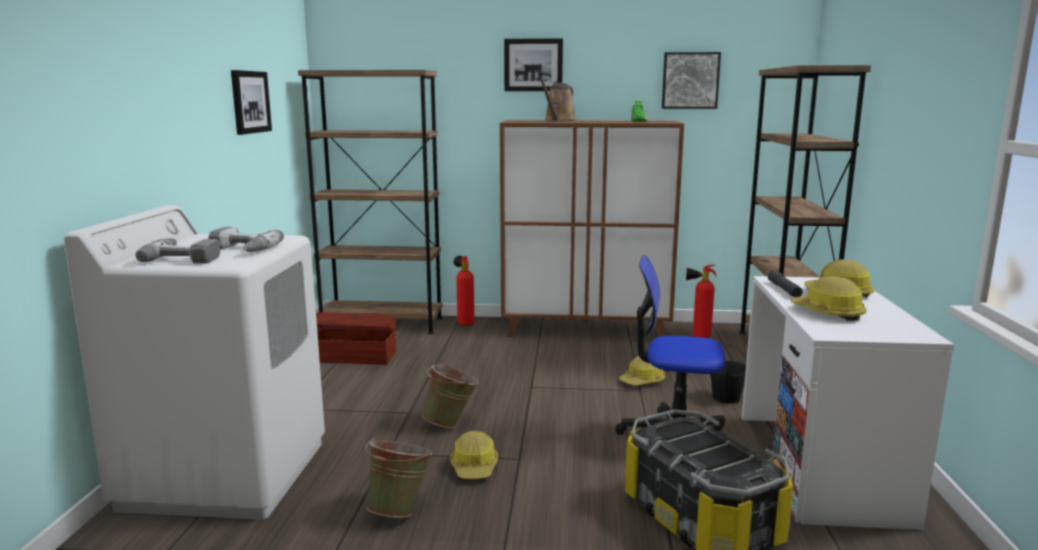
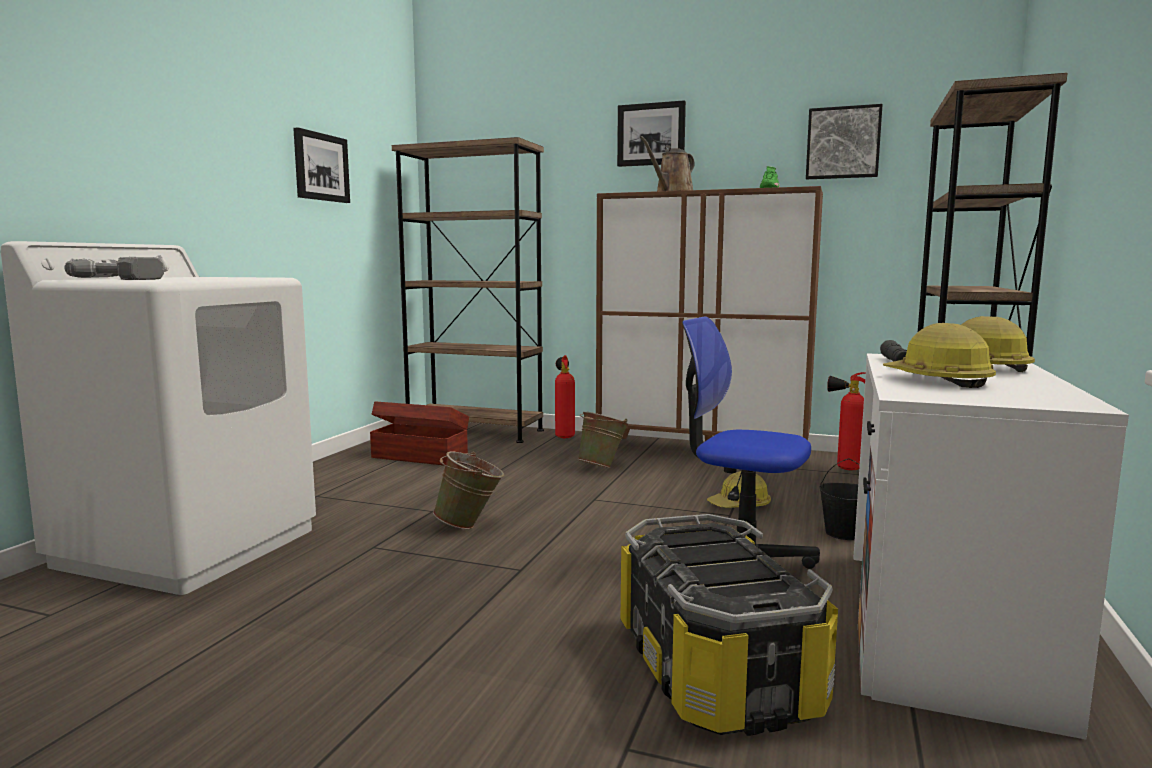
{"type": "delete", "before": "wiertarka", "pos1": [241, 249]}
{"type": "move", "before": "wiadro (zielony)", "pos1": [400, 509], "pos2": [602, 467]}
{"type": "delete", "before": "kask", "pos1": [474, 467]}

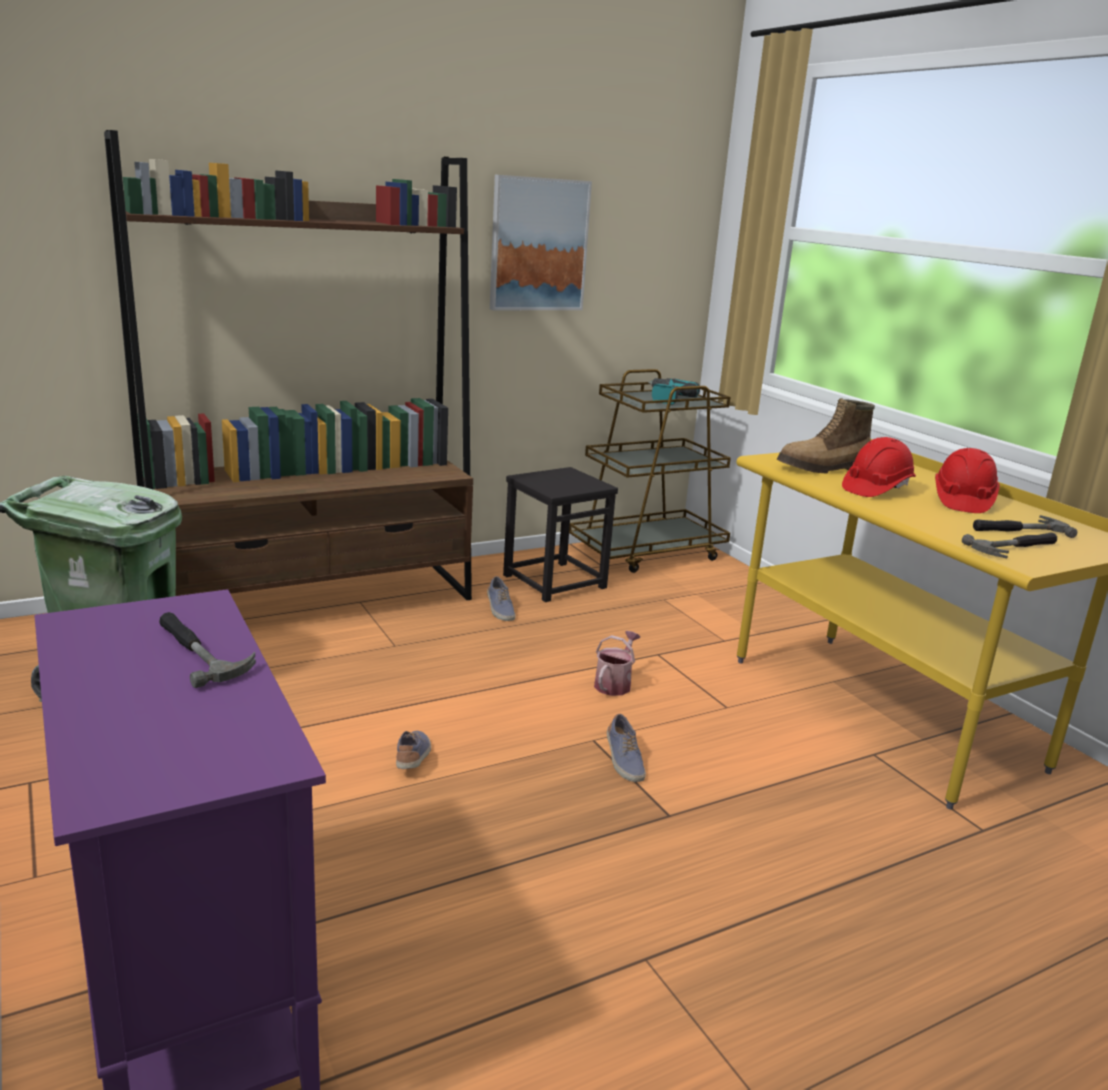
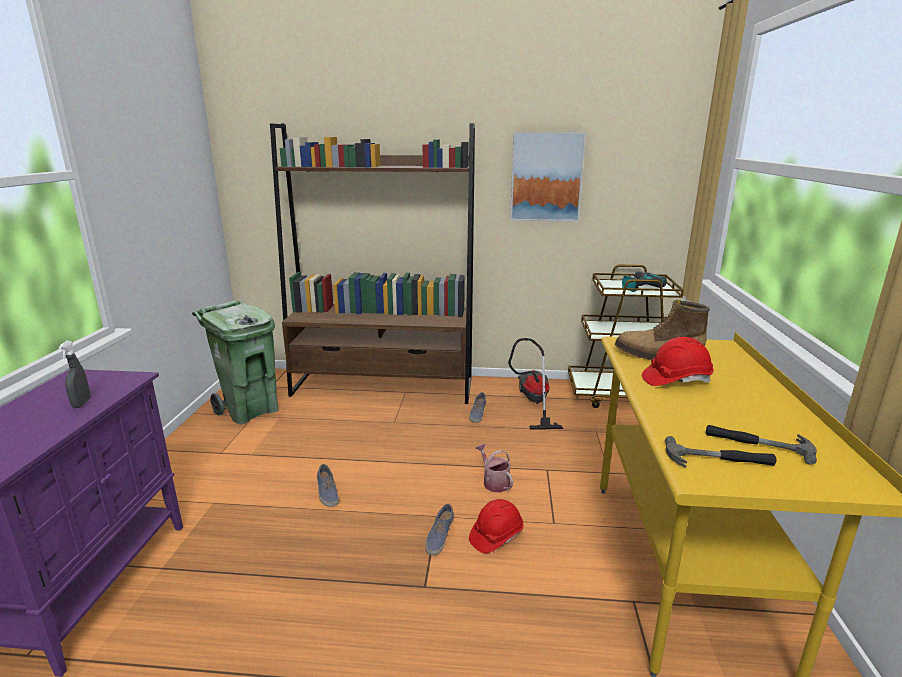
{"type": "replace", "before": "młotek", "after": "spryskiwacz (szary)", "pos1": [199, 652], "pos2": [81, 403]}
{"type": "rotate", "before": "but", "pos1": [413, 758], "pos2": [327, 493], "turn": 120}
{"type": "replace", "before": "stołek (czarny)", "after": "odkurzacz", "pos1": [554, 581], "pos2": [533, 402]}
{"type": "rotate", "before": "konewka", "pos1": [614, 683], "pos2": [494, 482], "turn": -90}
{"type": "move", "before": "kask (czerwony)", "pos1": [962, 501], "pos2": [496, 536]}

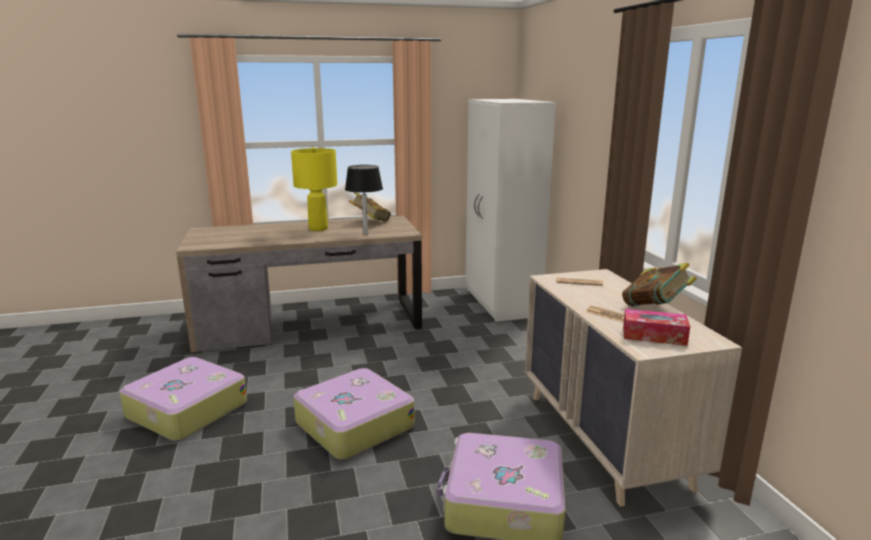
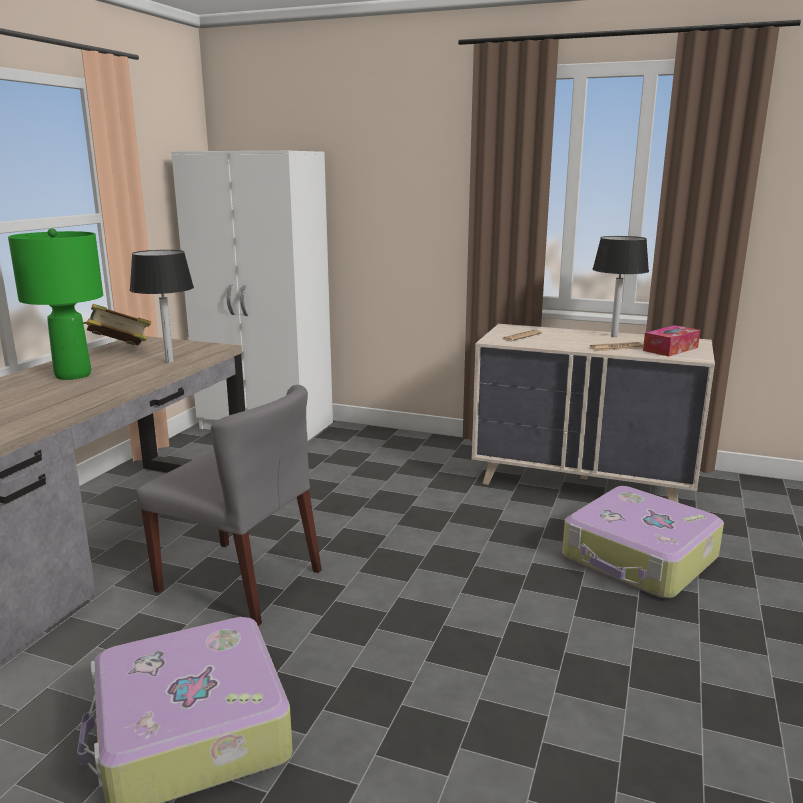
{"type": "recolor", "before": "lampa stołowa (żółty)", "after": "lampa stołowa (zielony)", "pos1": [318, 229], "pos2": [73, 375]}
{"type": "delete", "before": "walizka", "pos1": [353, 425]}
{"type": "replace", "before": "książka", "after": "lampa stołowa (czarny)", "pos1": [655, 308], "pos2": [614, 336]}
{"type": "insert", "after": "krzesło (szary)", "pos2": [241, 581]}

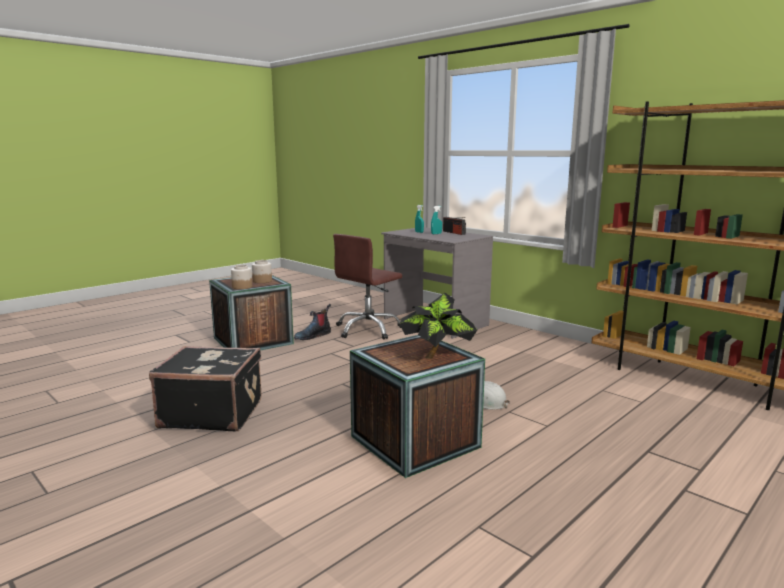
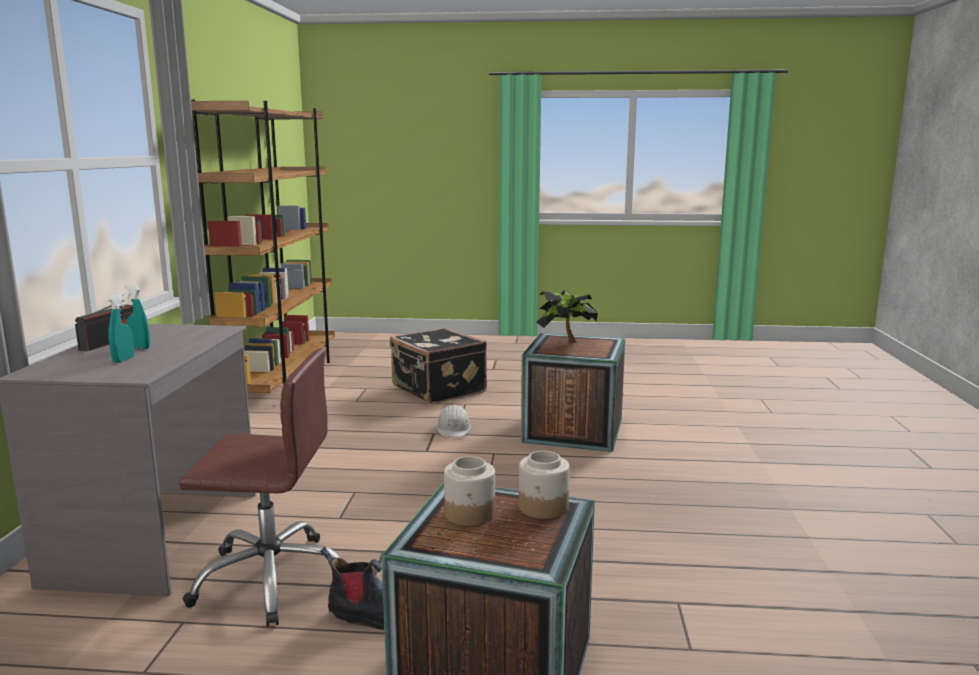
{"type": "move", "before": "walizka (czarny)", "pos1": [212, 413], "pos2": [437, 390]}

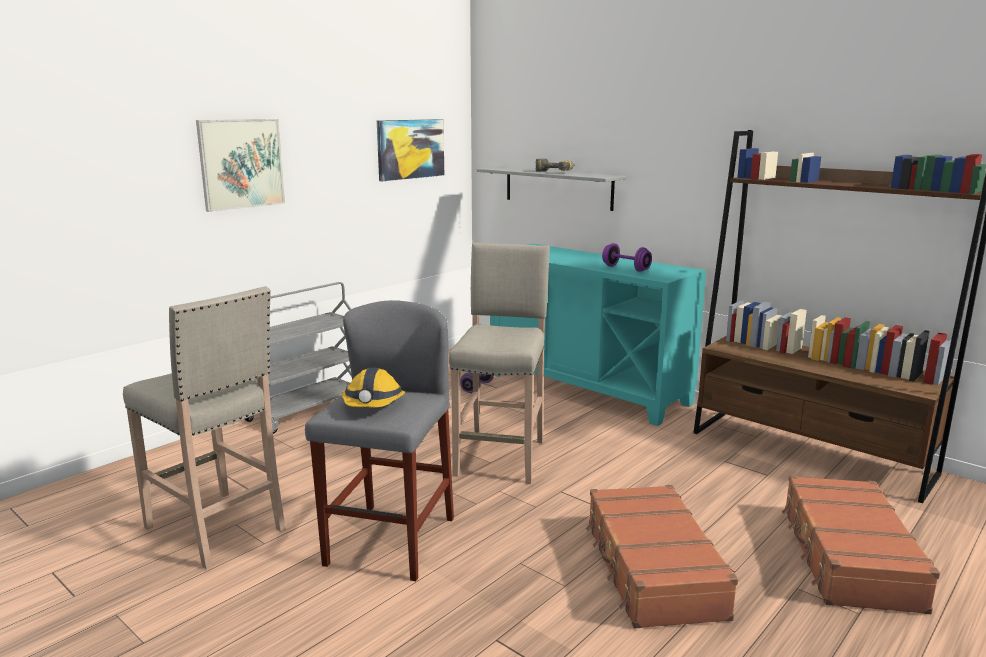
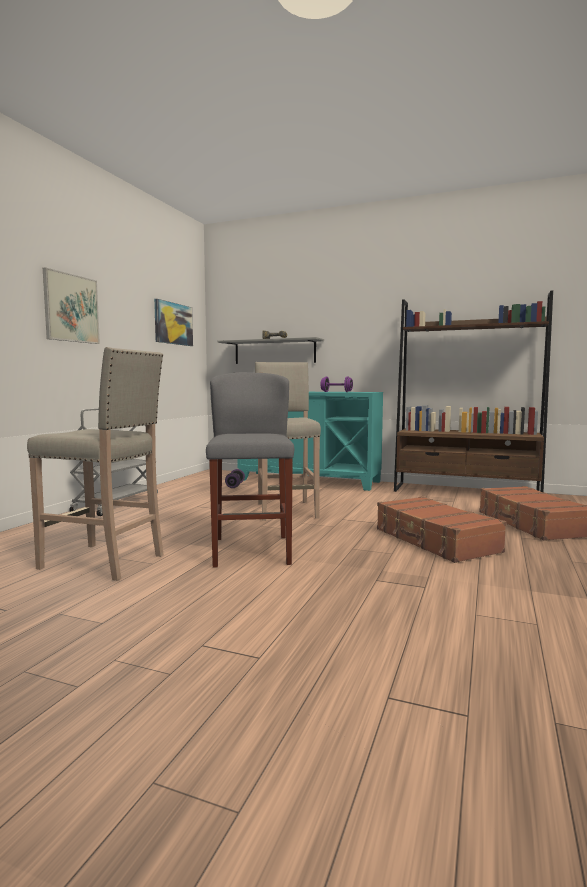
{"type": "delete", "before": "kask", "pos1": [373, 404]}

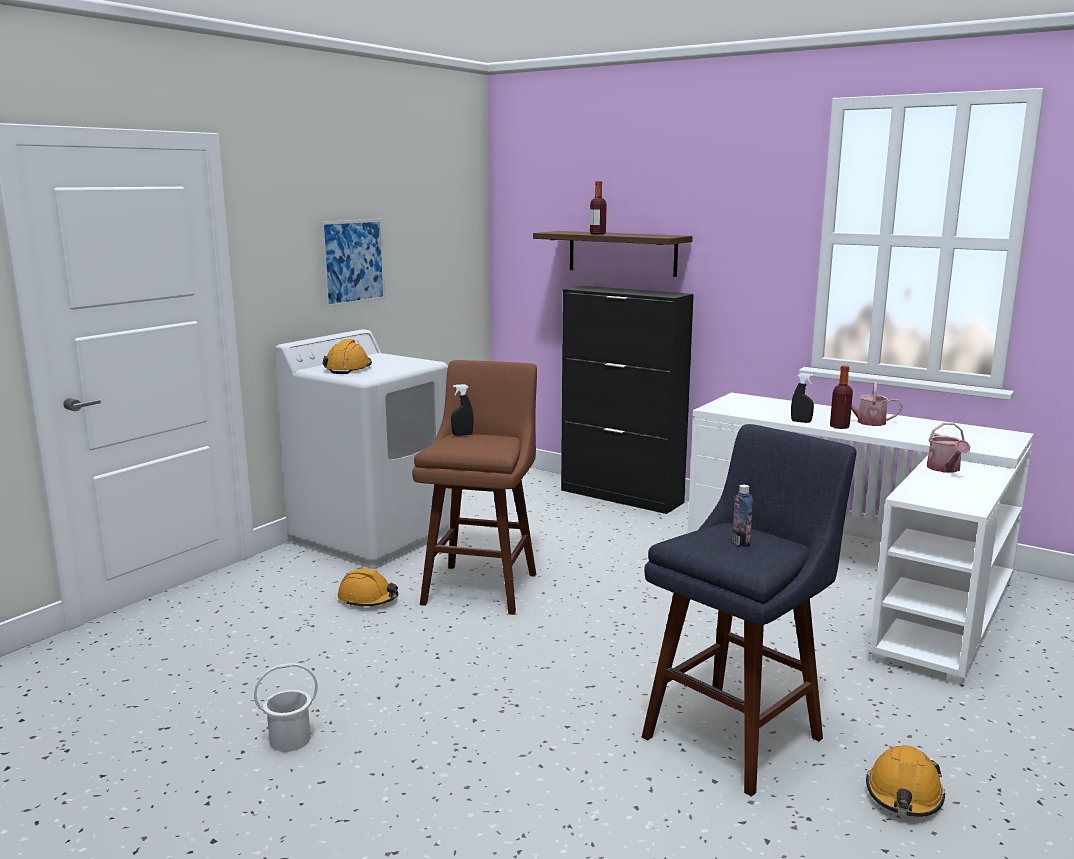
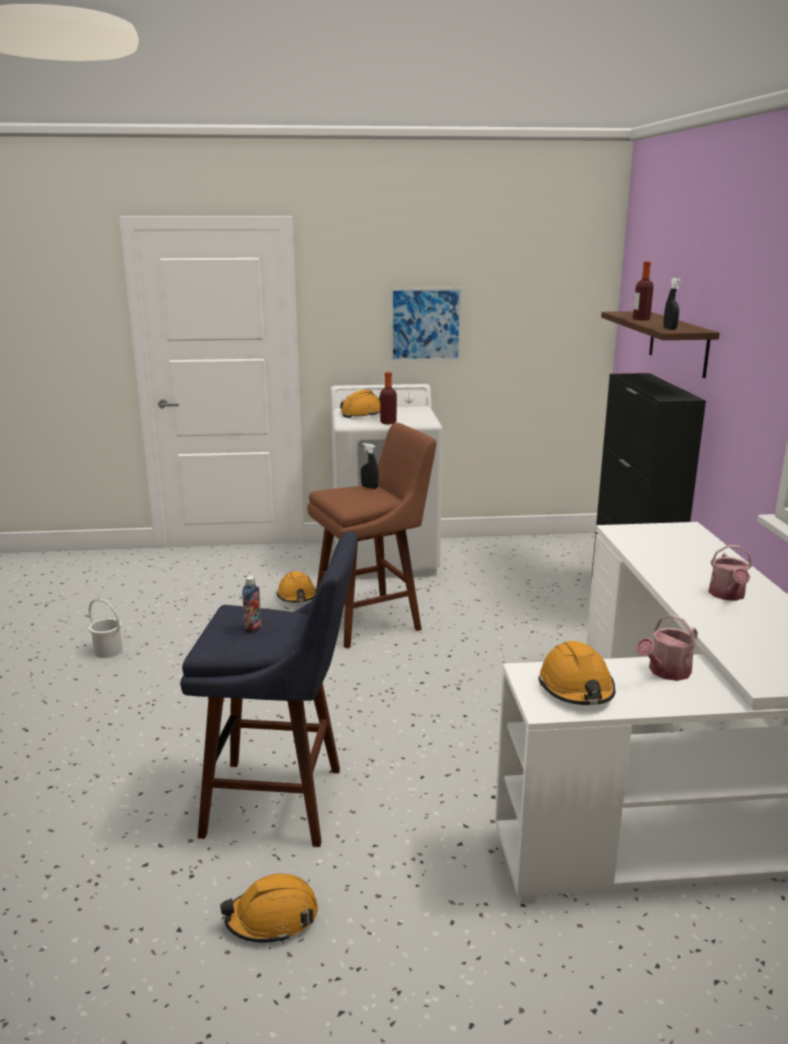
{"type": "move", "before": "spryskiwacz (czarny)", "pos1": [801, 421], "pos2": [669, 329]}
{"type": "move", "before": "butelka", "pos1": [839, 426], "pos2": [388, 423]}
{"type": "rotate", "before": "konewka", "pos1": [866, 422], "pos2": [728, 595], "turn": -150}
{"type": "insert", "after": "kask (pomarańczowy)", "pos2": [576, 688]}

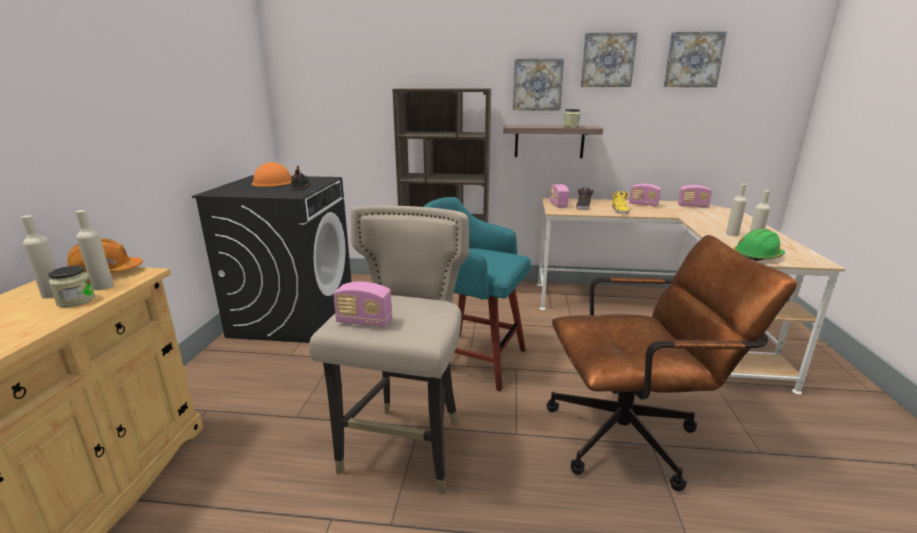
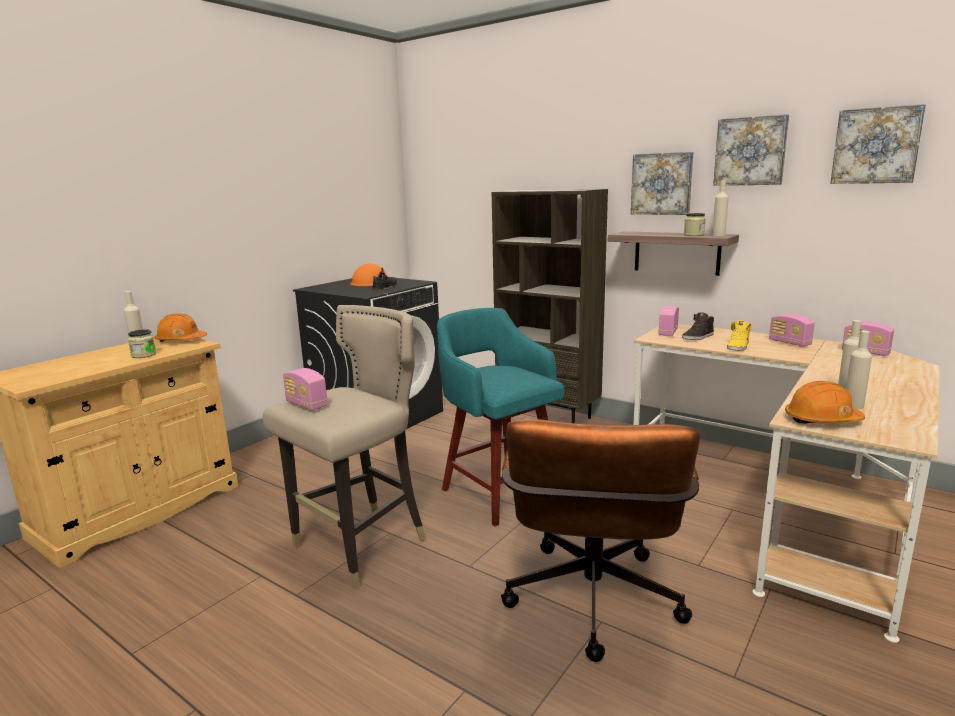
{"type": "move", "before": "butelka (beżowy)", "pos1": [103, 286], "pos2": [718, 235]}
{"type": "rotate", "before": "krzesło biurowe (brązowy)", "pos1": [635, 435], "pos2": [592, 608], "turn": 75}
{"type": "recolor", "before": "kask (zielony)", "after": "kask (pomarańczowy)", "pos1": [757, 257], "pos2": [822, 420]}

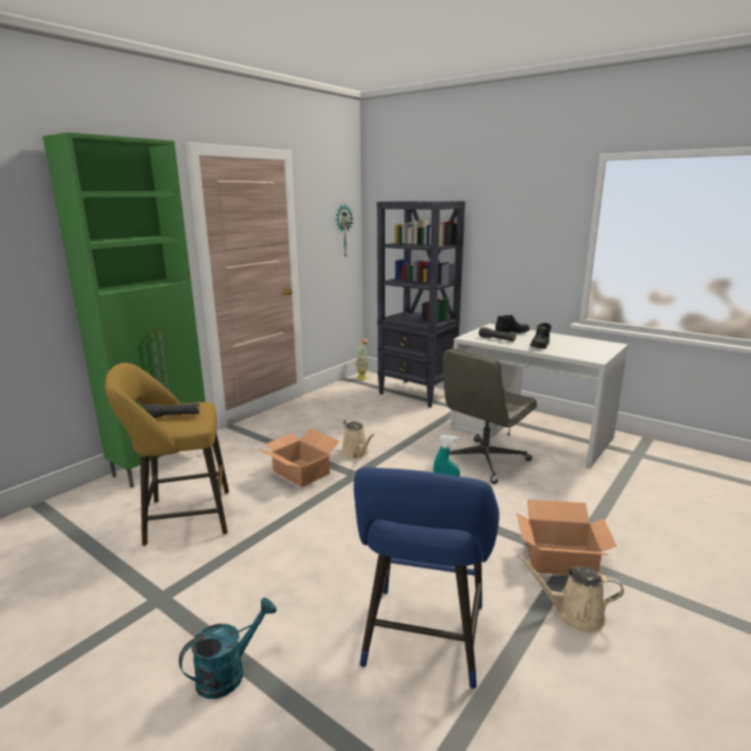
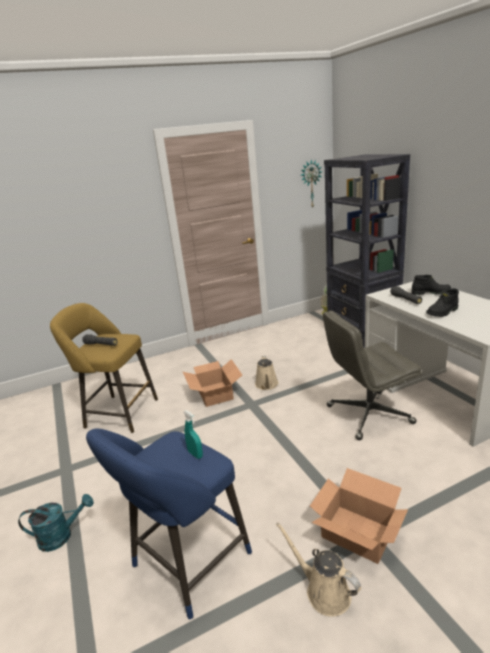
{"type": "delete", "before": "szafka (zielony)", "pos1": [163, 464]}

